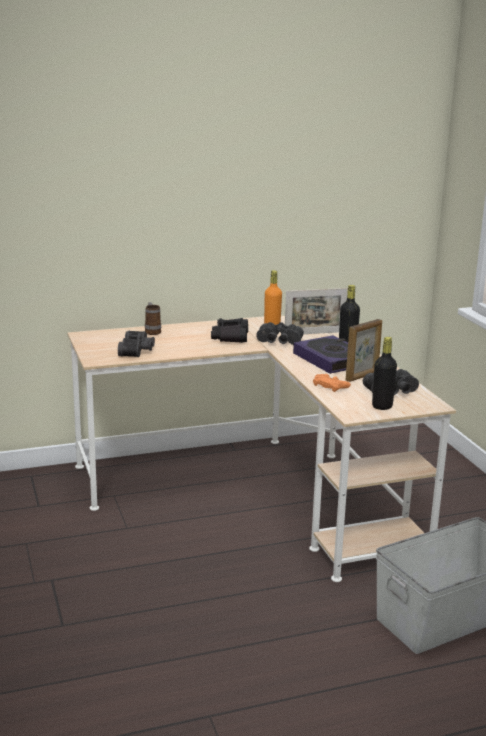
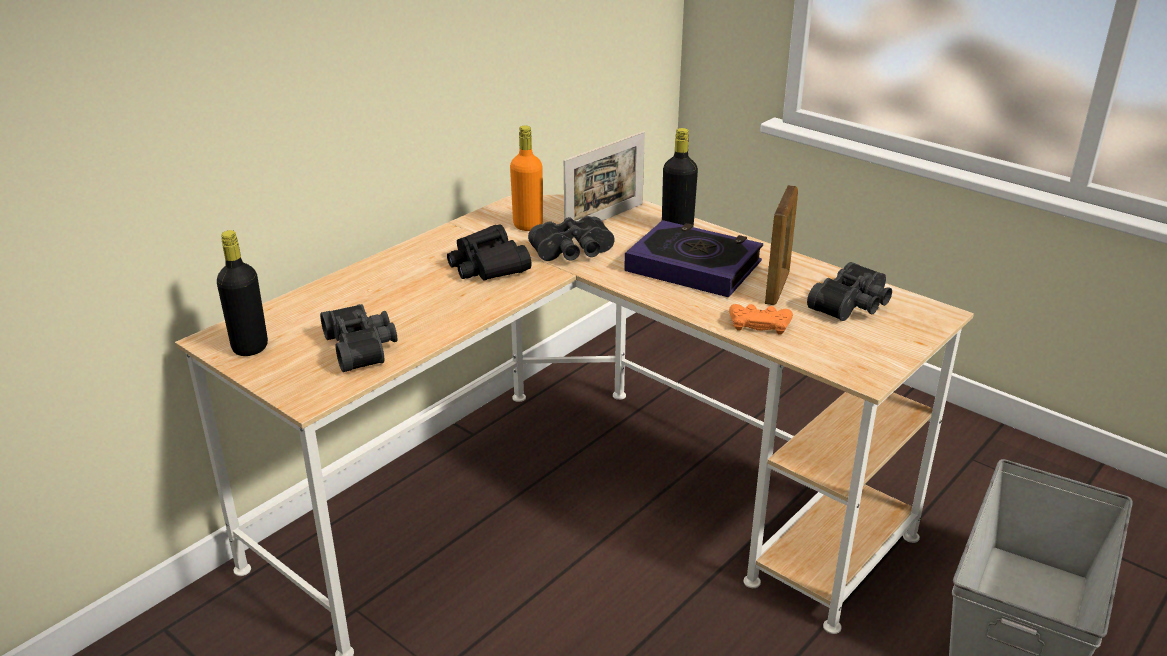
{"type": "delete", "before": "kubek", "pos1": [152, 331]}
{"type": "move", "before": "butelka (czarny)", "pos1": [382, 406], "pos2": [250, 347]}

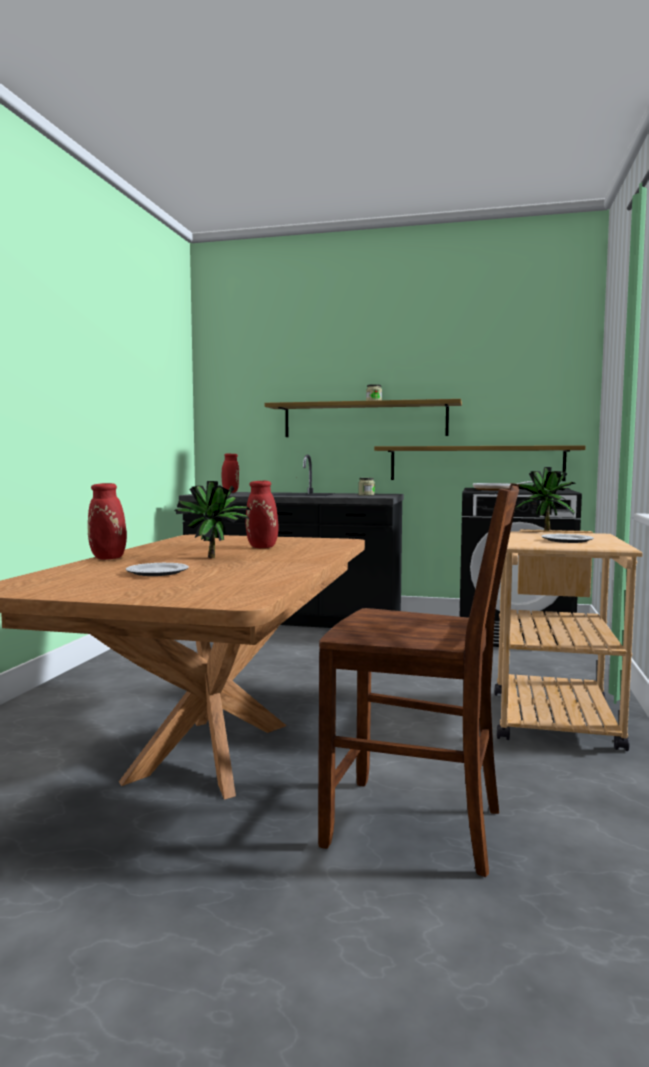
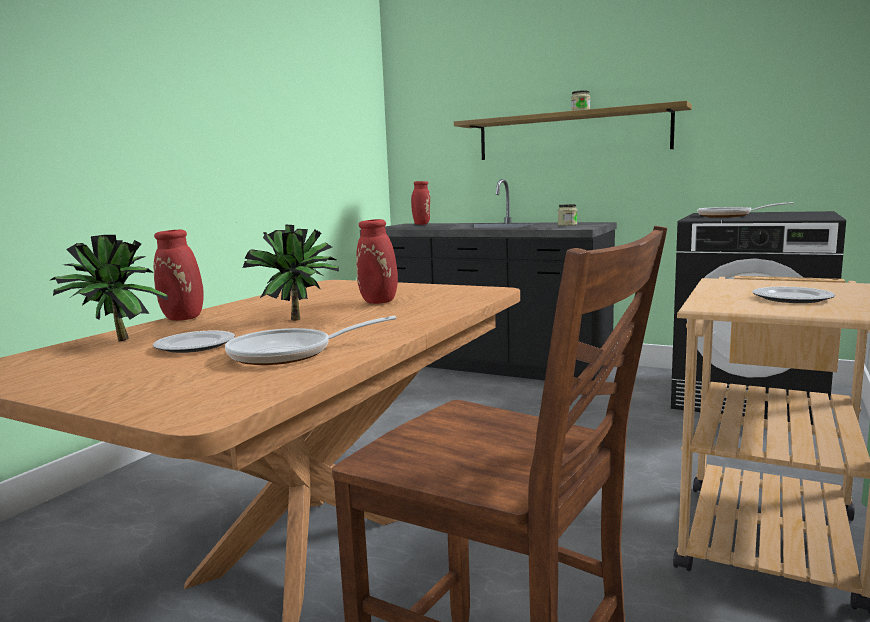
{"type": "delete", "before": "półka", "pos1": [476, 463]}
{"type": "move", "before": "roślina doniczkowa", "pos1": [544, 530], "pos2": [114, 341]}
{"type": "insert", "after": "patelnia", "pos2": [290, 353]}

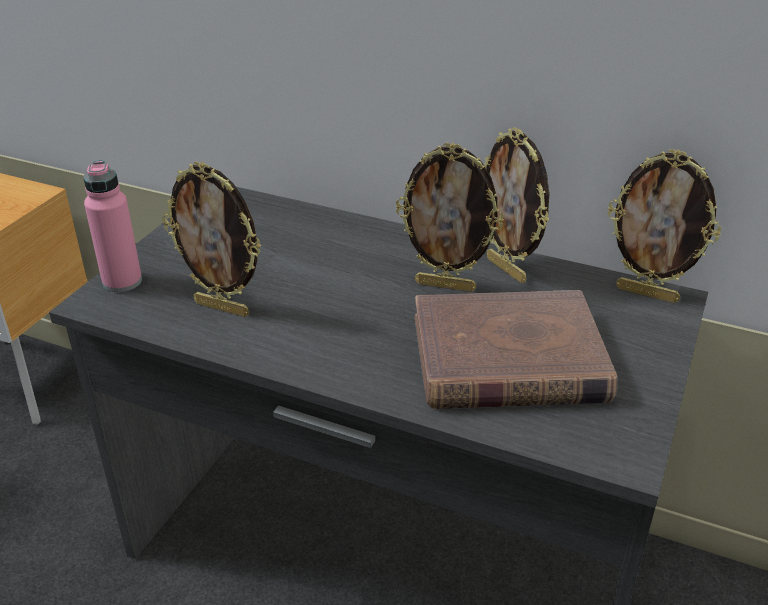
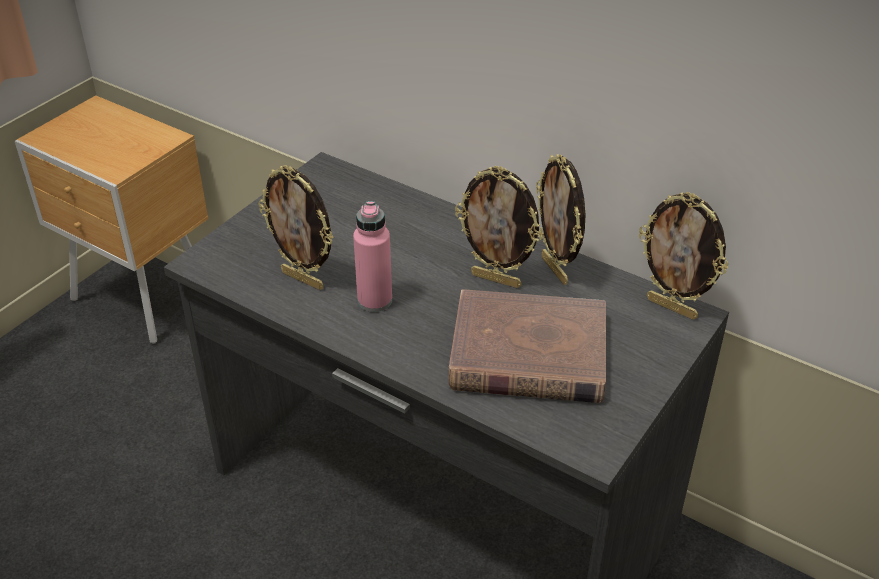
{"type": "move", "before": "butelka (różowy)", "pos1": [122, 281], "pos2": [375, 300]}

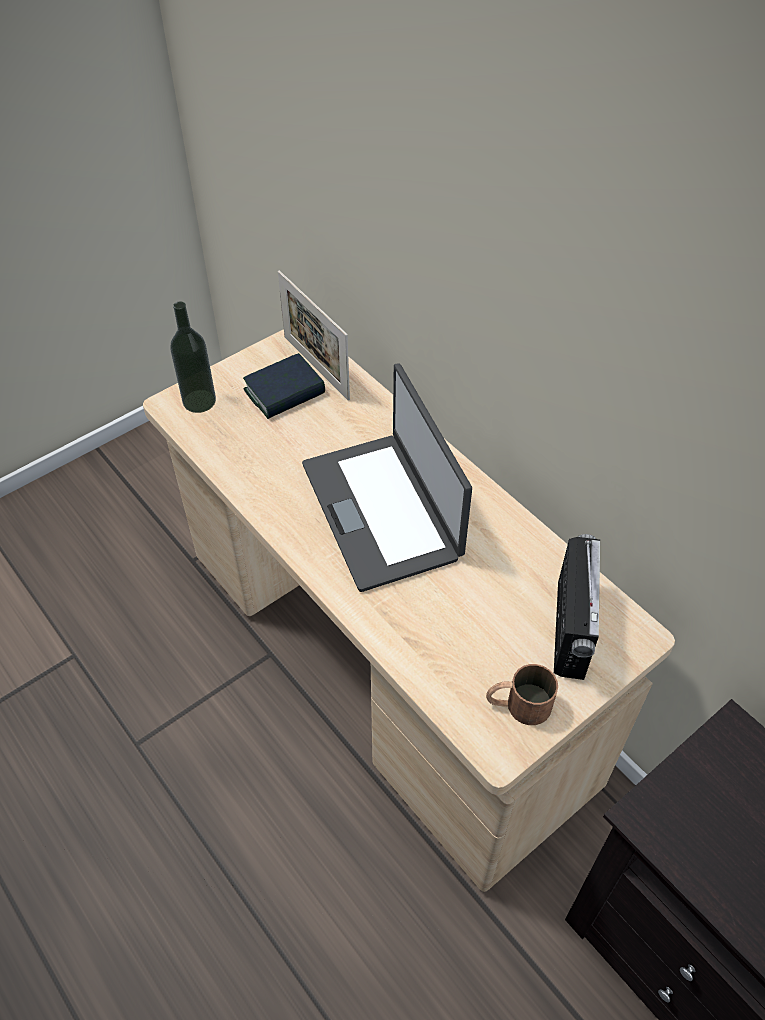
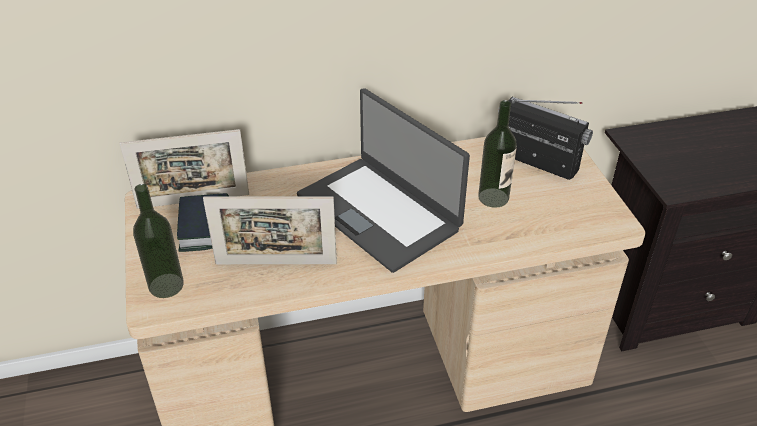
{"type": "rotate", "before": "laptop", "pos1": [383, 510], "pos2": [379, 211], "turn": 45}
{"type": "delete", "before": "kubek (brązowy)", "pos1": [518, 705]}
{"type": "insert", "after": "ramka na zdjęcie", "pos2": [276, 263]}
{"type": "insert", "after": "butelka", "pos2": [493, 197]}

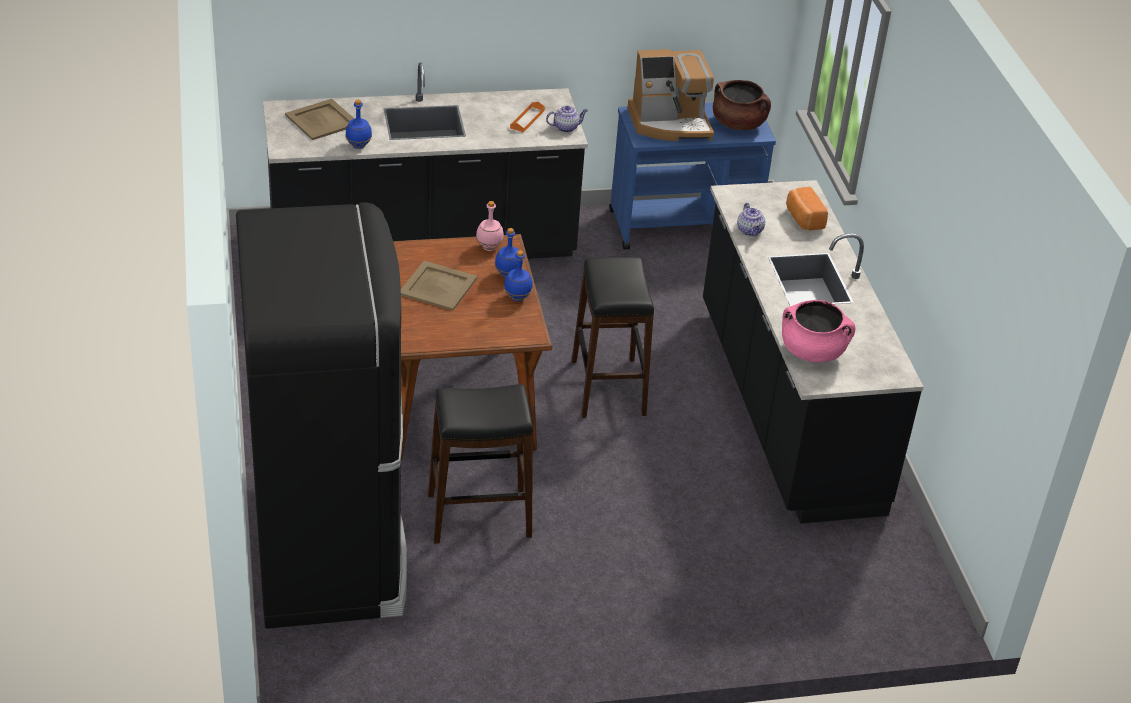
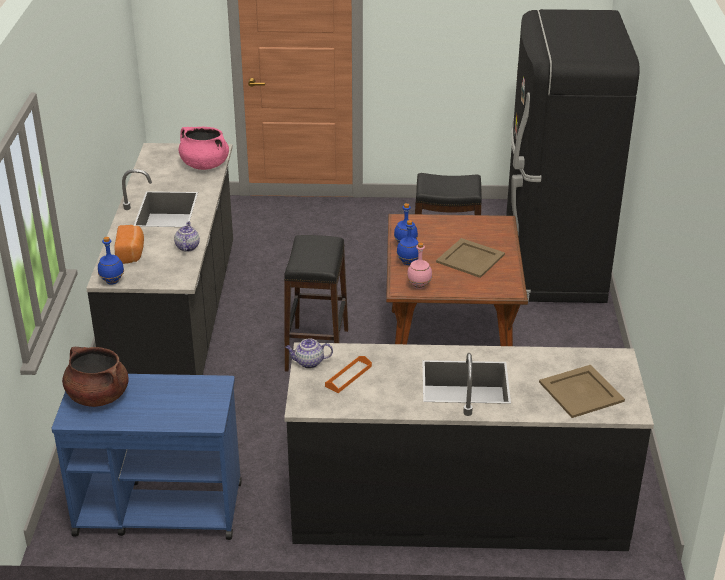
{"type": "move", "before": "butelka (niebieski)", "pos1": [358, 146], "pos2": [112, 282]}
{"type": "delete", "before": "ekspres do kawy", "pos1": [670, 124]}

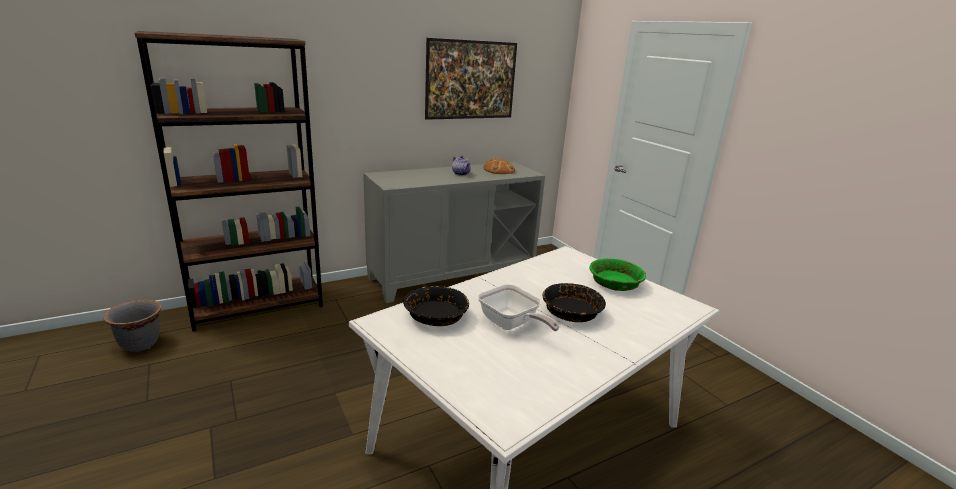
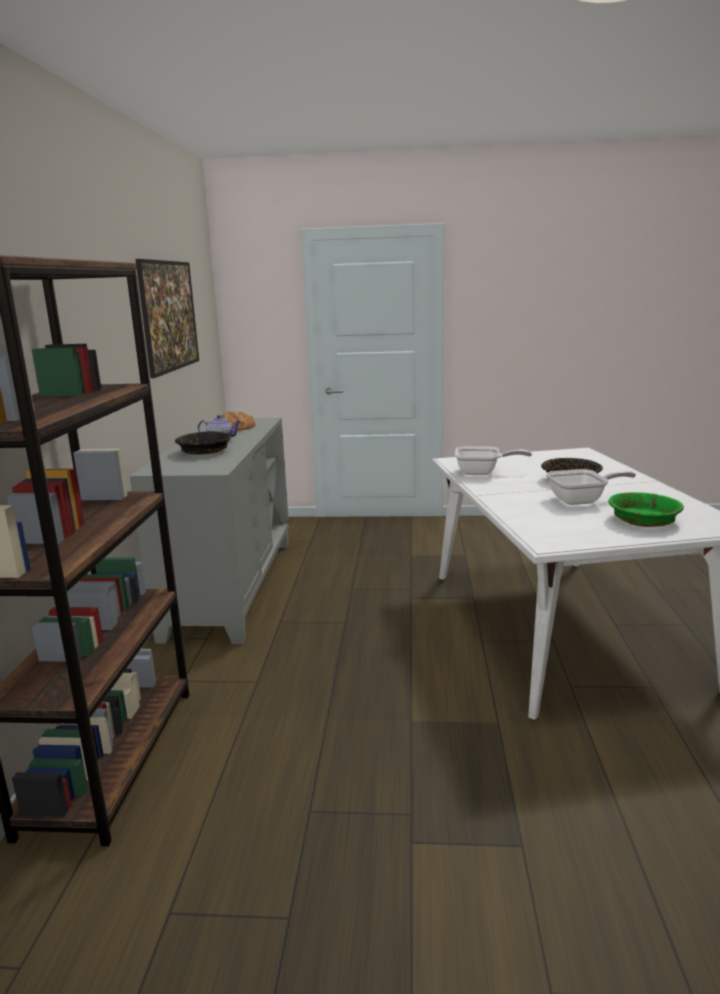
{"type": "delete", "before": "donica (szary)", "pos1": [140, 344]}
{"type": "move", "before": "miska (czarny)", "pos1": [436, 316], "pos2": [205, 451]}
{"type": "move", "before": "miska (zielony)", "pos1": [615, 283], "pos2": [643, 521]}
{"type": "insert", "after": "patelnia", "pos2": [482, 473]}

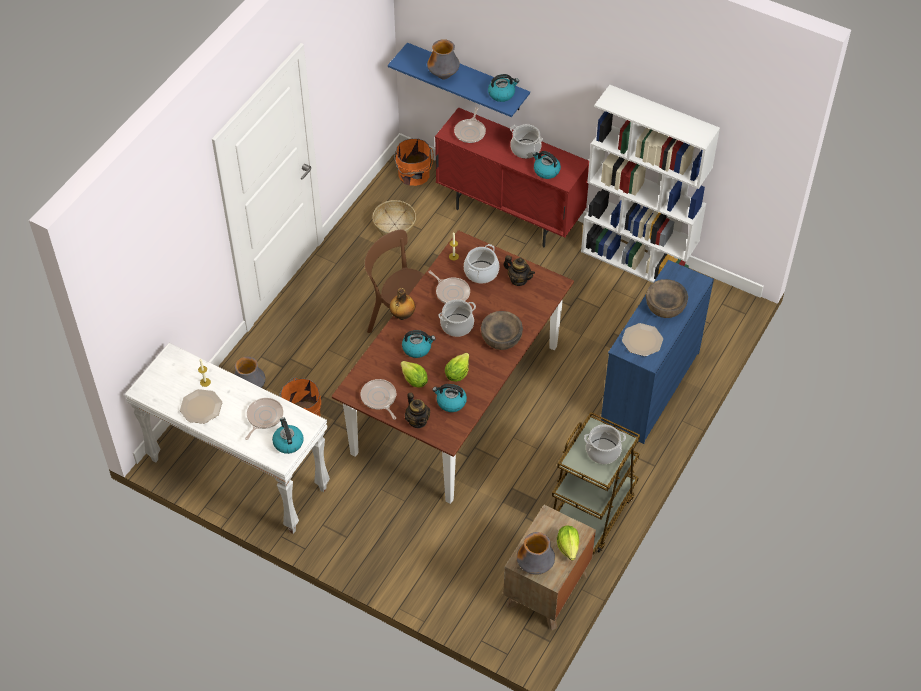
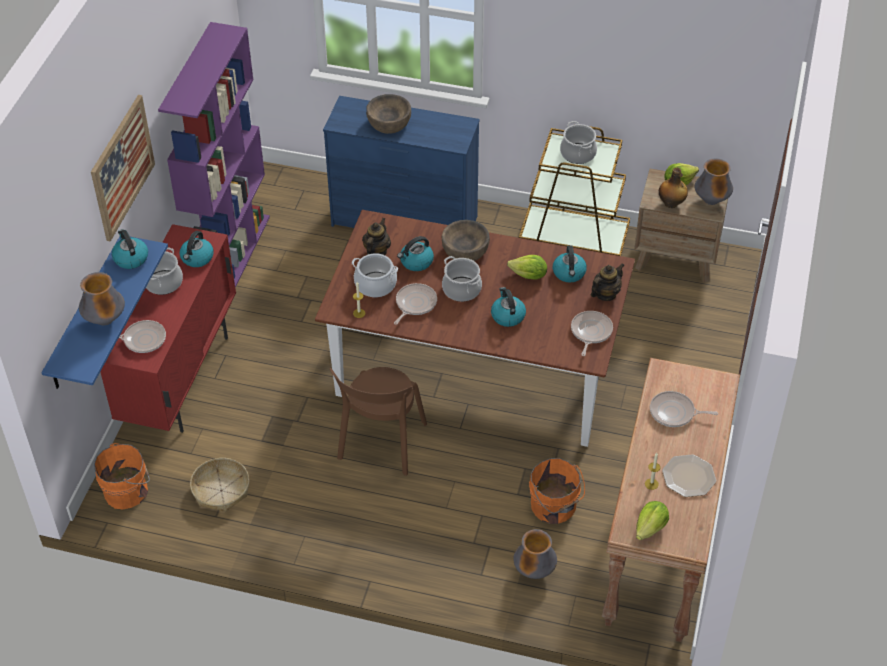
{"type": "recolor", "before": "stolik konsolowy (biały)", "after": "stolik konsolowy (brązowy)", "pos1": [237, 475], "pos2": [662, 546]}
{"type": "move", "before": "czajnik", "pos1": [288, 442], "pos2": [416, 262]}
{"type": "rotate", "before": "patelnia", "pos1": [379, 398], "pos2": [590, 332], "turn": 150}
{"type": "move", "before": "butelka", "pos1": [402, 315], "pos2": [671, 204]}
{"type": "move", "before": "sałata", "pos1": [414, 380], "pos2": [650, 528]}
{"type": "recolor", "before": "regał (biały)", "after": "regał (fioletowy)", "pos1": [637, 262], "pos2": [231, 256]}
{"type": "delete", "before": "talerz", "pos1": [641, 340]}
{"type": "insert", "after": "obraz", "pos2": [122, 167]}

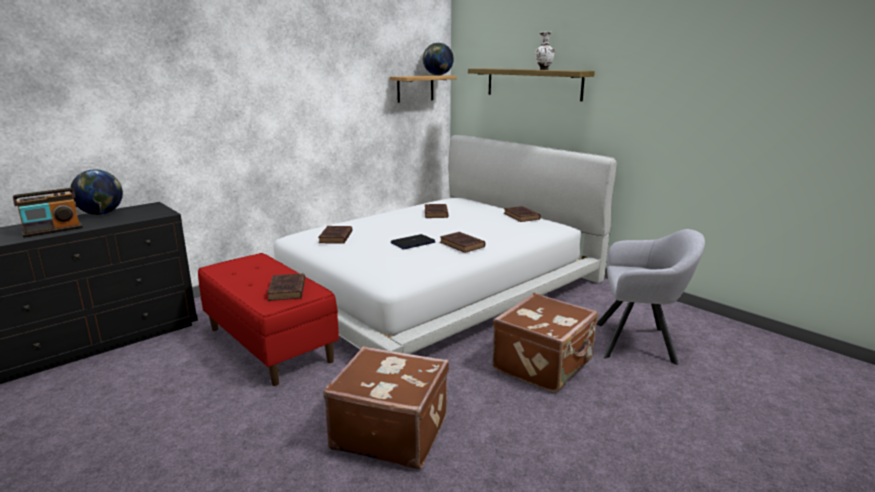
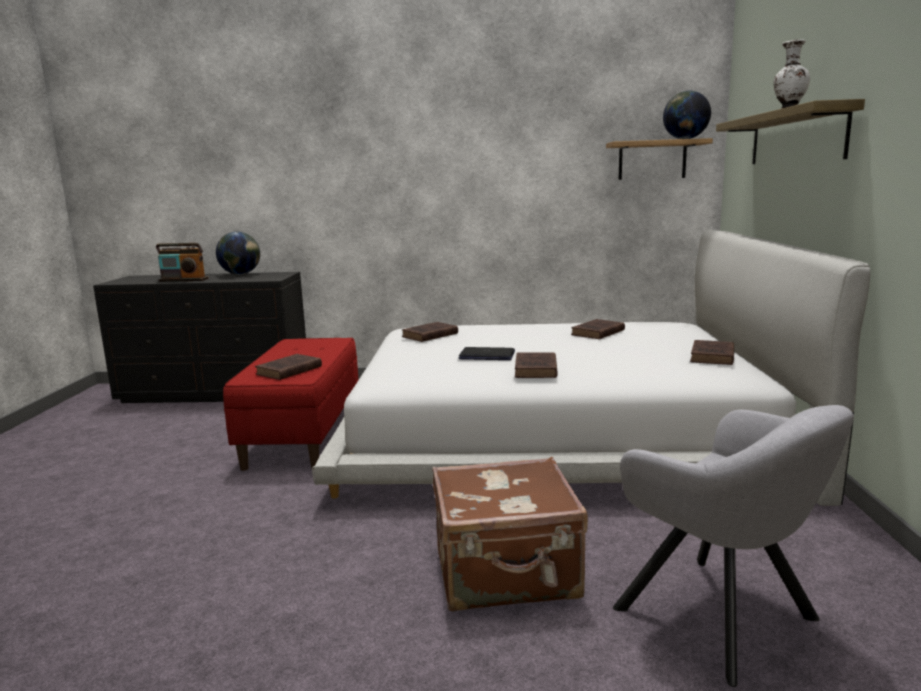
{"type": "delete", "before": "walizka (brązowy)", "pos1": [390, 431]}

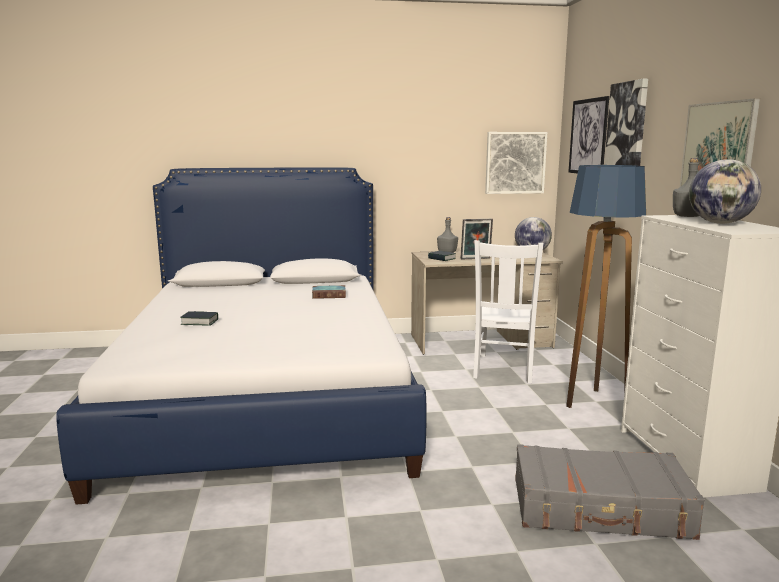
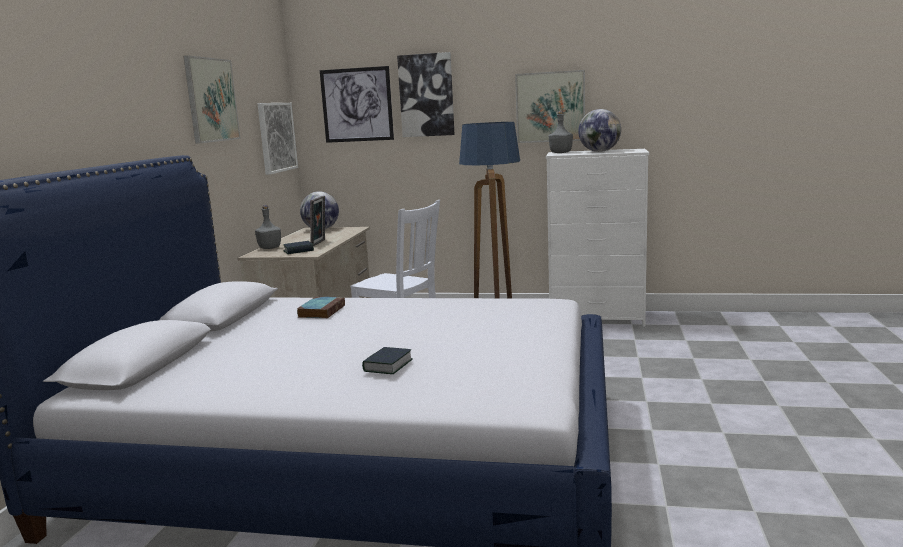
{"type": "delete", "before": "walizka (szary)", "pos1": [600, 509]}
{"type": "insert", "after": "obraz", "pos2": [211, 100]}

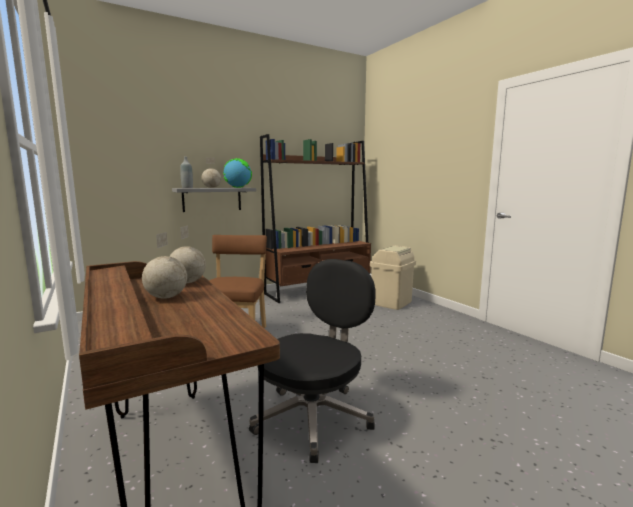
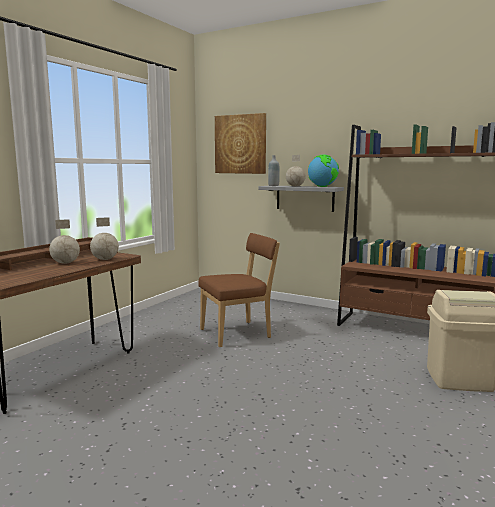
{"type": "delete", "before": "krzesło biurowe (czarny)", "pos1": [314, 417]}
{"type": "insert", "after": "obraz", "pos2": [240, 144]}

